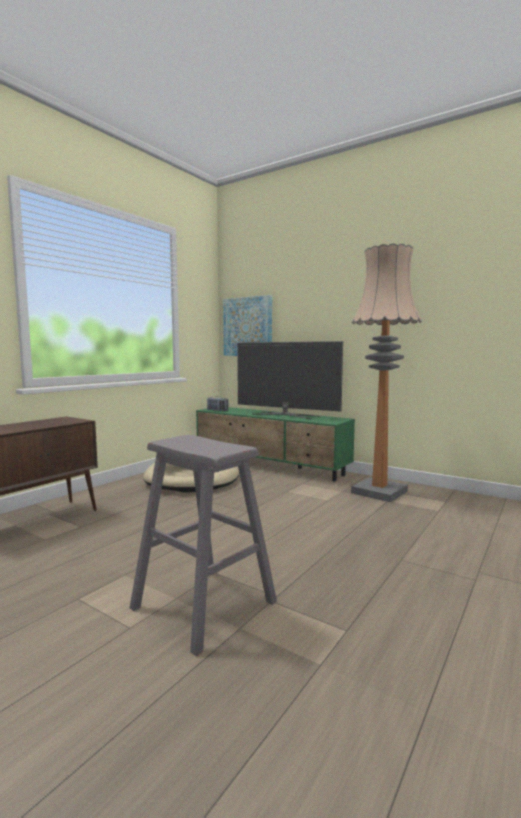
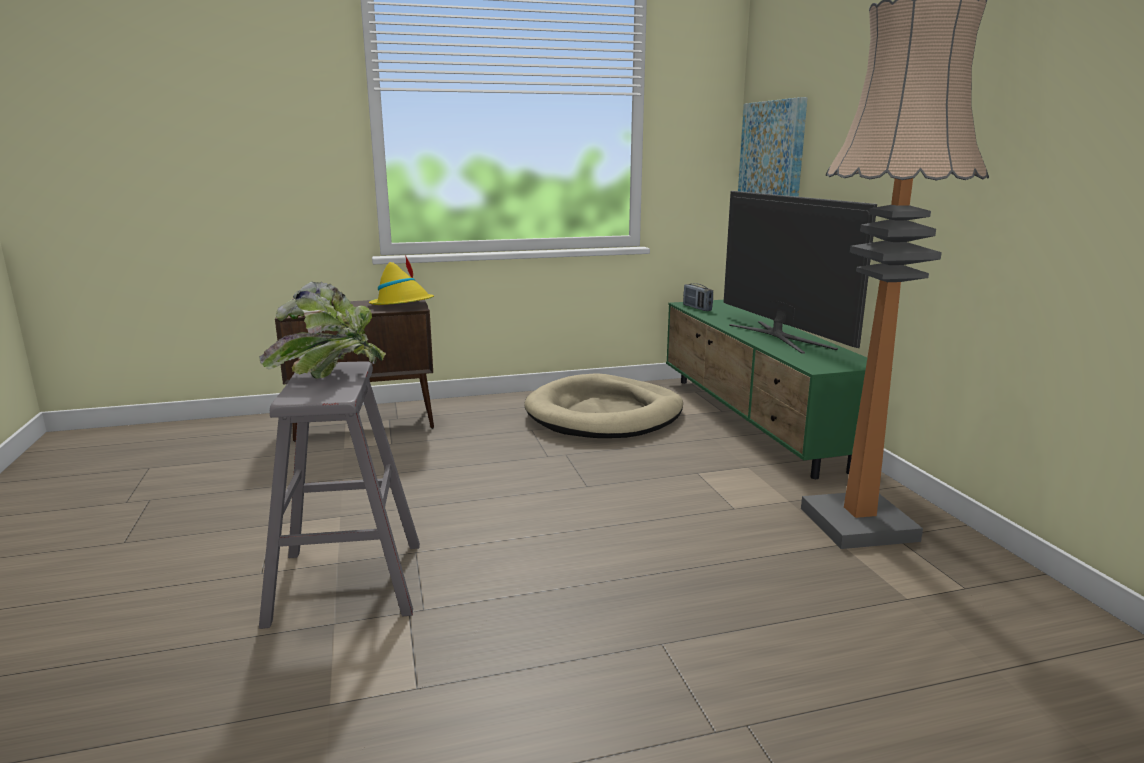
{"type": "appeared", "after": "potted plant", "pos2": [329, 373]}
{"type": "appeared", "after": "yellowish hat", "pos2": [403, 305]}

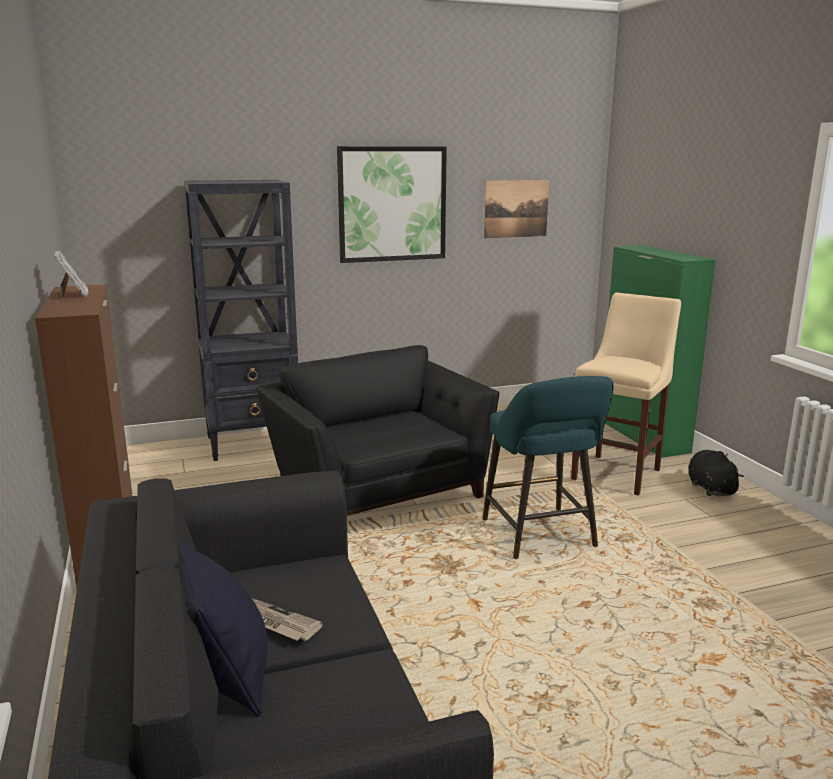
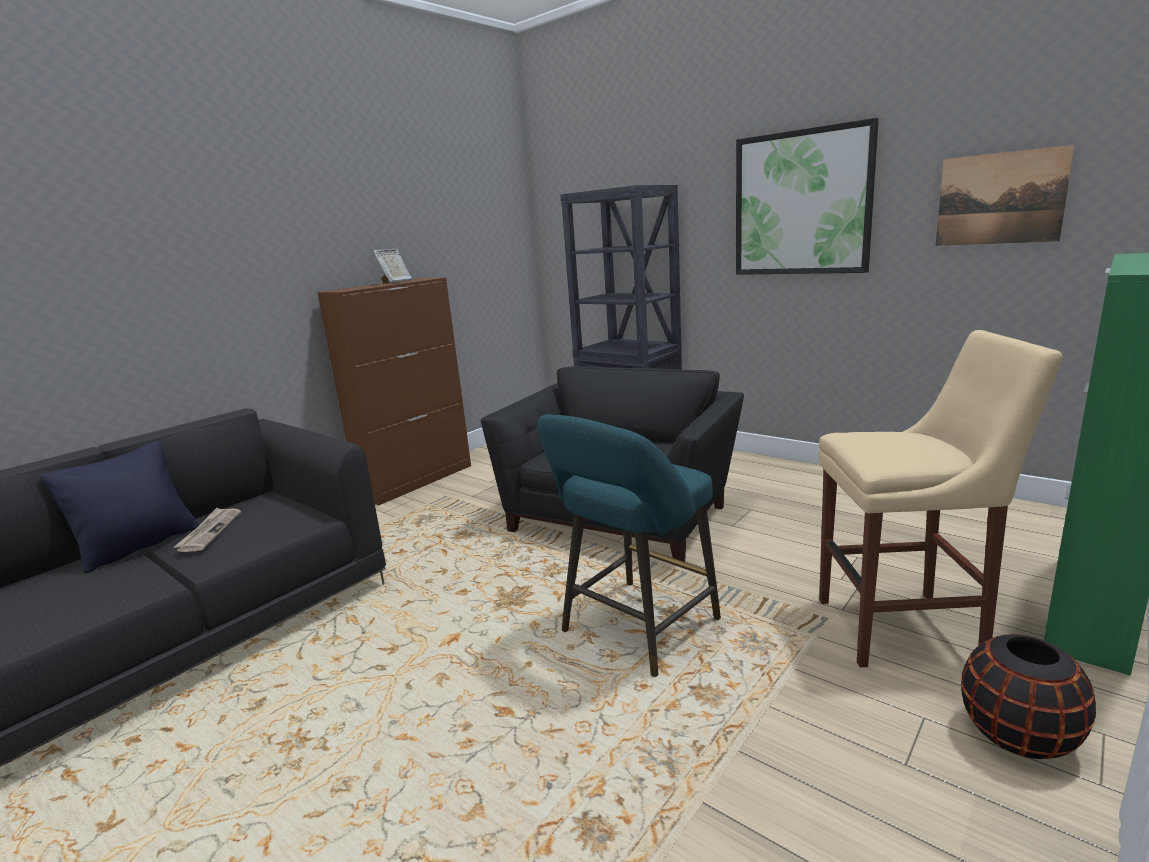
{"type": "exchanged", "before": "black soft toy", "after": "black vase", "pos1": [710, 488], "pos2": [1017, 735]}

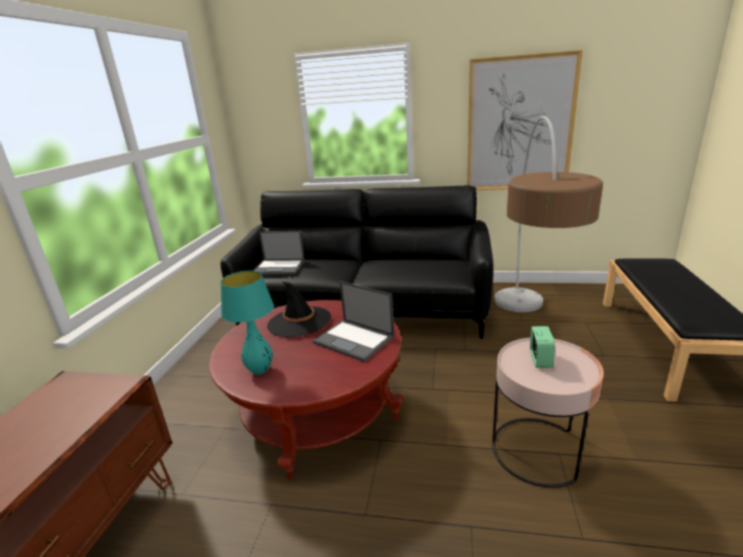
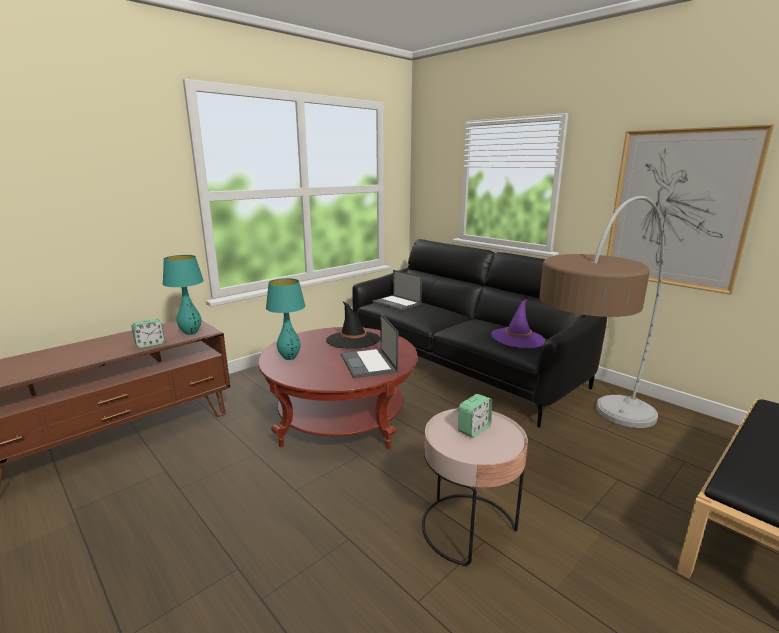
{"type": "appeared", "after": "alarm clock", "pos2": [150, 344]}
{"type": "appeared", "after": "turquoise lamp for a table", "pos2": [191, 333]}
{"type": "appeared", "after": "purple-coloured hat", "pos2": [518, 338]}

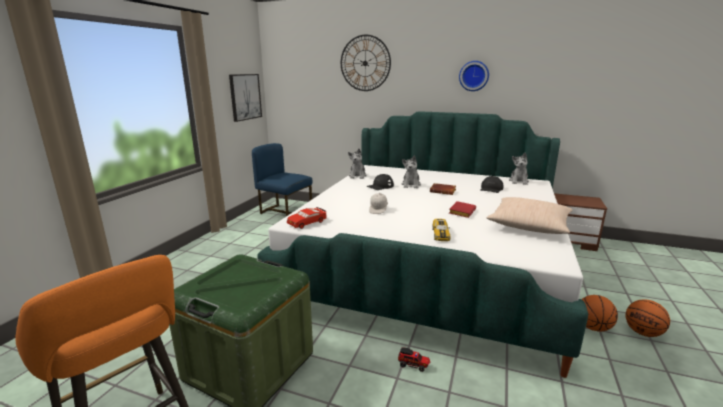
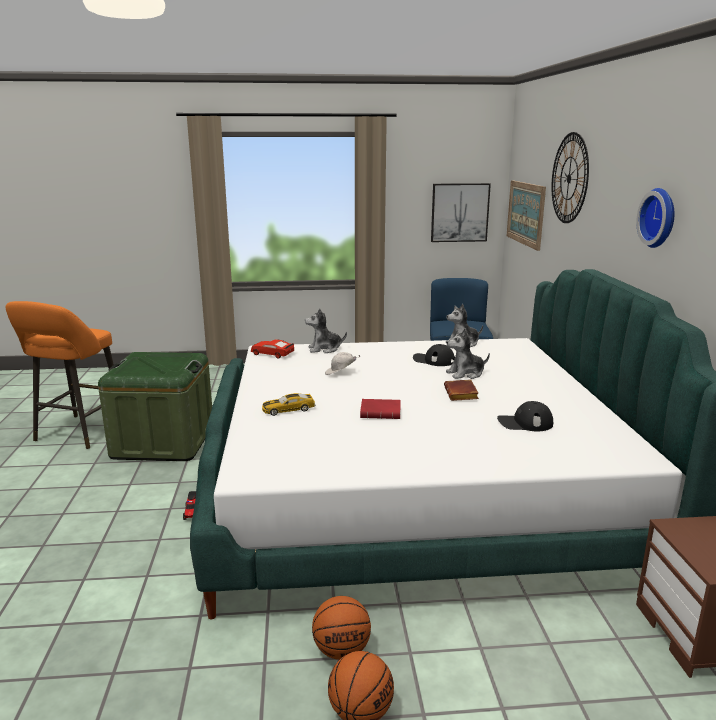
{"type": "missing", "before": "beige cushion", "pos1": [529, 225]}
{"type": "relocated", "before": "soft toy", "pos1": [518, 181], "pos2": [324, 349]}
{"type": "appeared", "after": "wall picture", "pos2": [525, 213]}

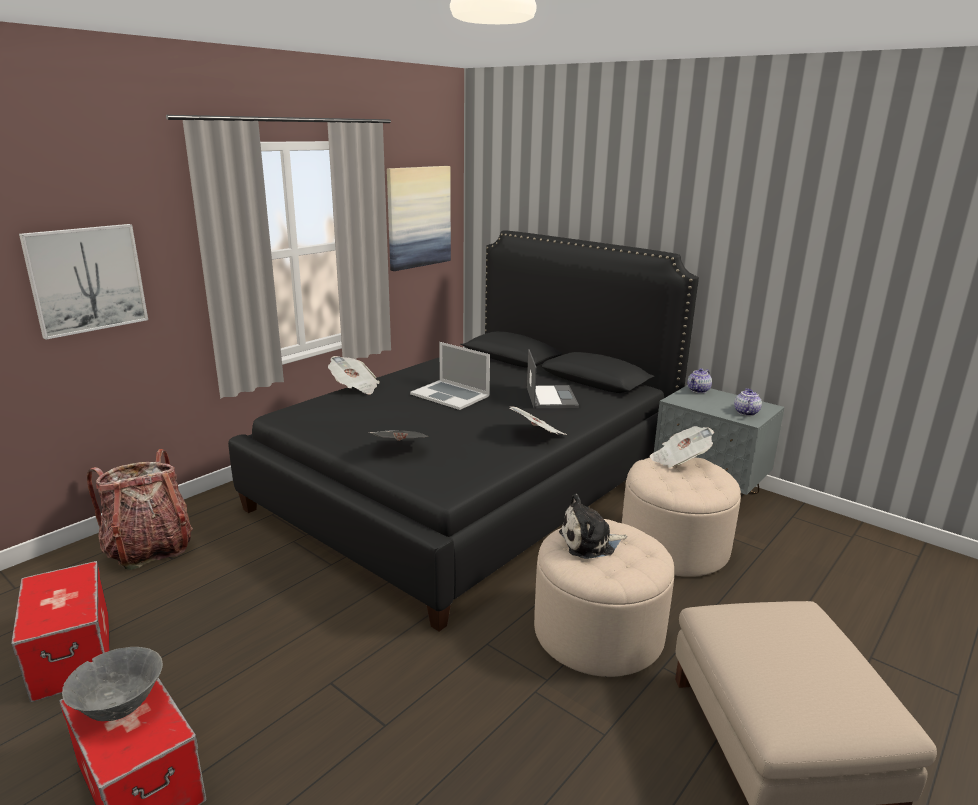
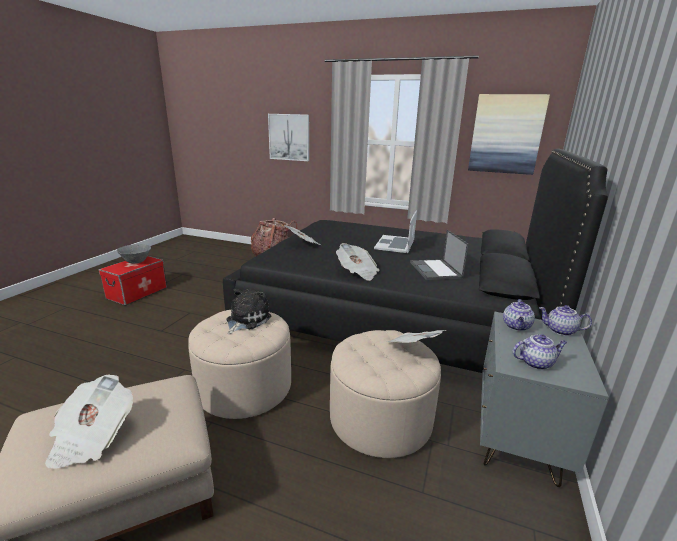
{"type": "missing", "before": "storage bin", "pos1": [71, 655]}
{"type": "relocated", "before": "newspaper", "pos1": [355, 387], "pos2": [92, 437]}
{"type": "spun", "before": "portable computer", "pos1": [551, 397], "pos2": [436, 270], "turn": 105}
{"type": "spun", "before": "soft toy", "pos1": [590, 543], "pos2": [246, 320], "turn": 60}
{"type": "appeared", "after": "pot for tea", "pos2": [516, 326]}

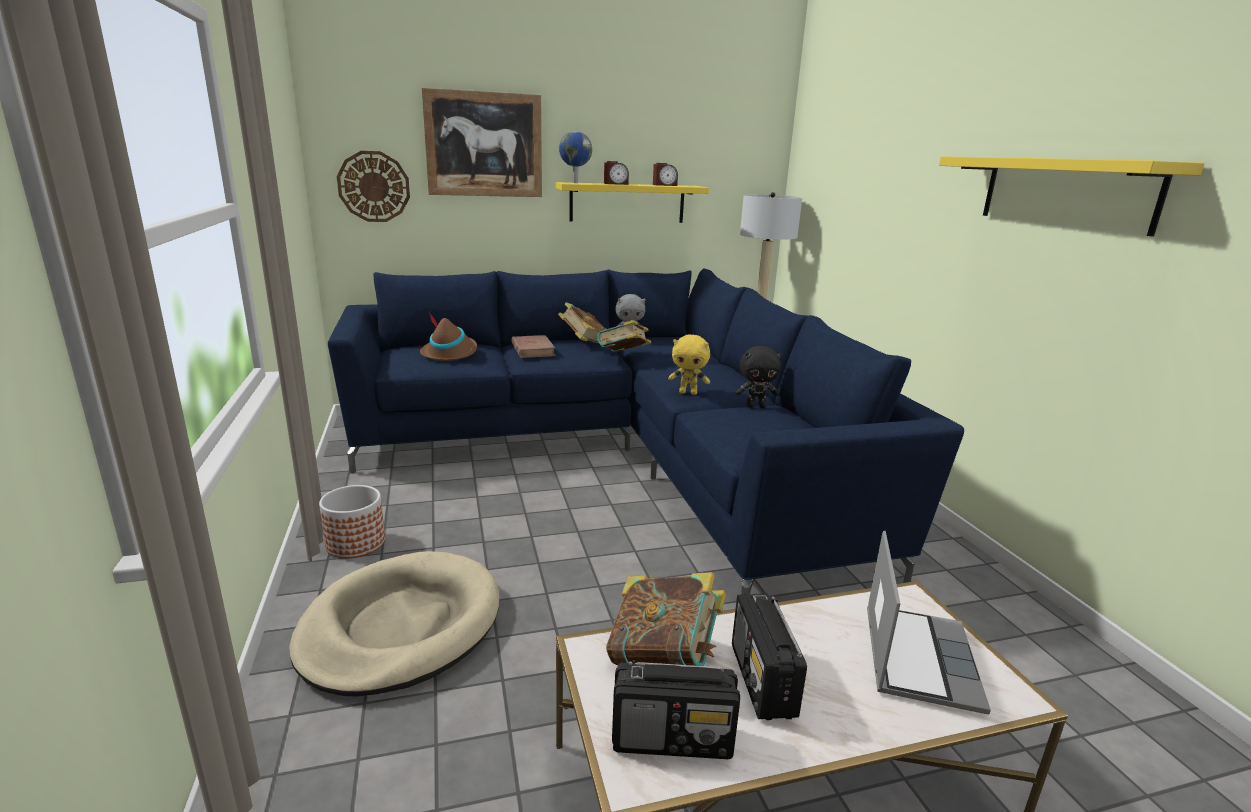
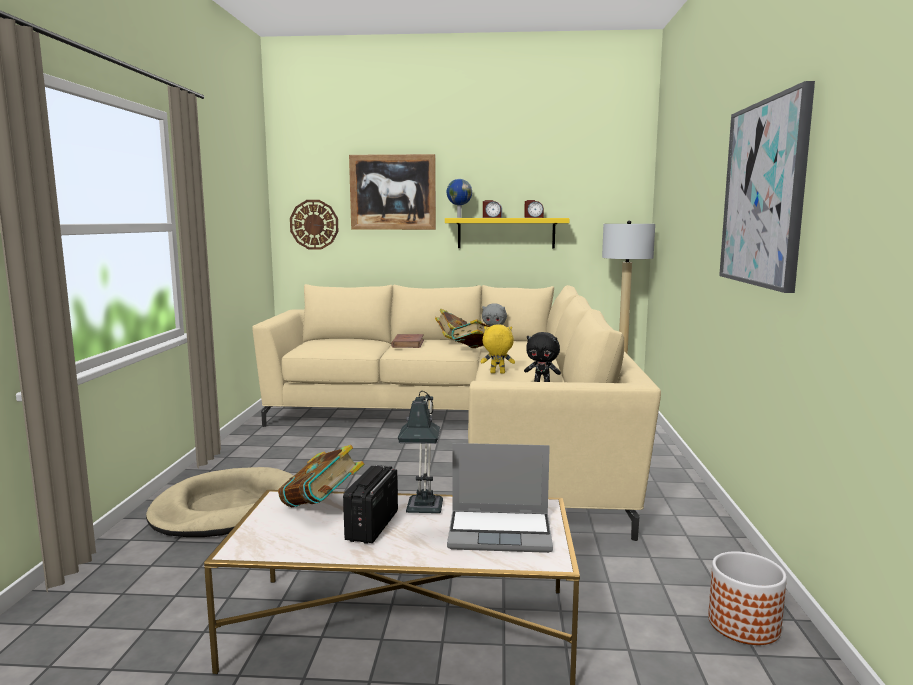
{"type": "relocated", "before": "flower pot", "pos1": [356, 543], "pos2": [743, 624]}
{"type": "colour", "before": "blue-coloured sofa", "after": "beige sofa", "pos1": [622, 456], "pos2": [469, 434]}
{"type": "missing", "before": "brown hat", "pos1": [450, 353]}
{"type": "missing", "before": "radio set", "pos1": [673, 739]}
{"type": "spun", "before": "yellowish soft toy", "pos1": [688, 393], "pos2": [497, 373], "turn": 150}
{"type": "spun", "before": "portable computer", "pos1": [917, 657], "pos2": [501, 532], "turn": 60}
{"type": "exchanged", "before": "yellowish wall shelf", "after": "wall picture", "pos1": [1065, 192], "pos2": [763, 194]}
{"type": "appeared", "after": "lamp for a table", "pos2": [423, 512]}

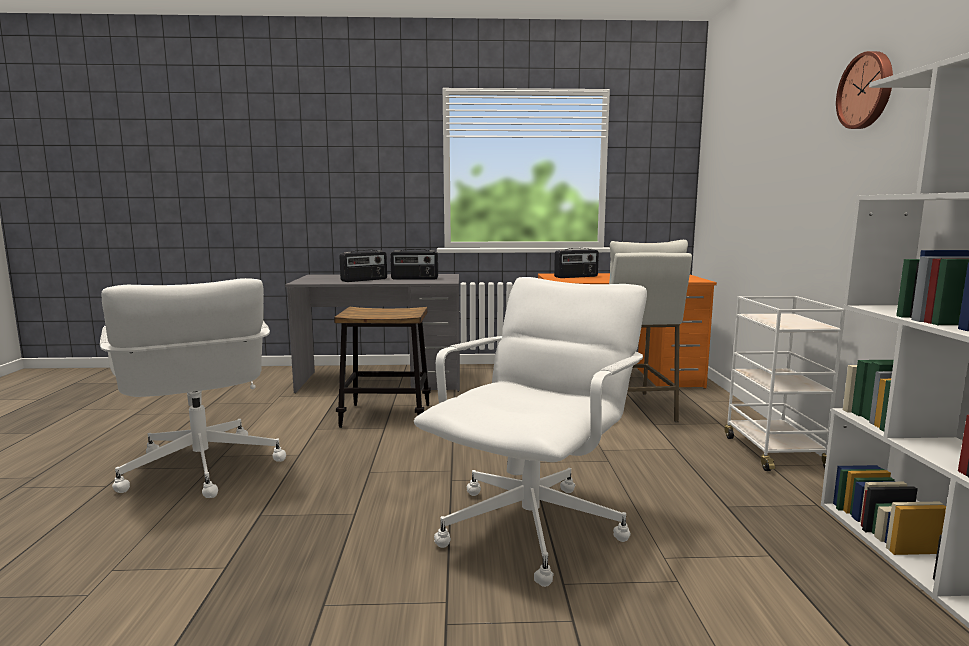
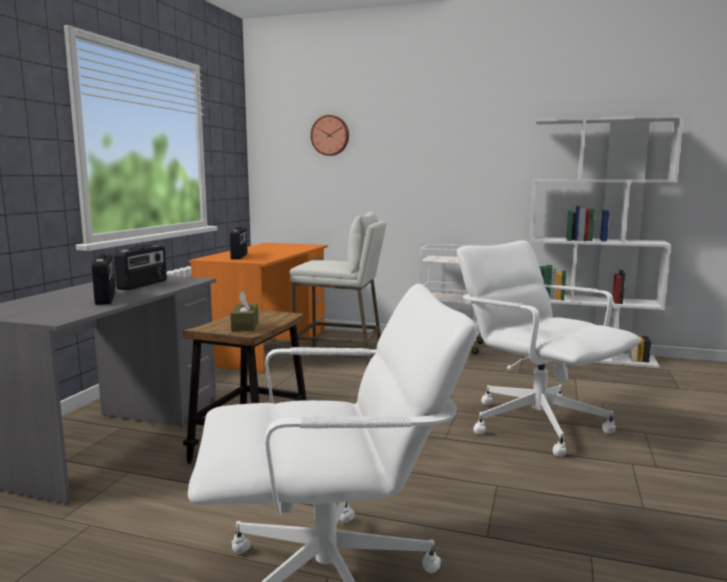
{"type": "relocated", "before": "hanging clock", "pos1": [867, 91], "pos2": [330, 135]}
{"type": "appeared", "after": "brown box of tissues", "pos2": [245, 326]}

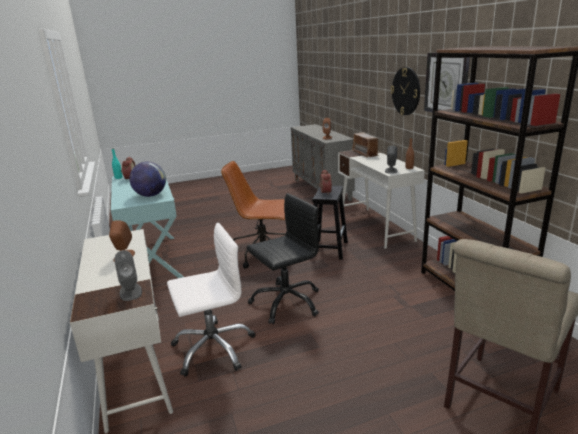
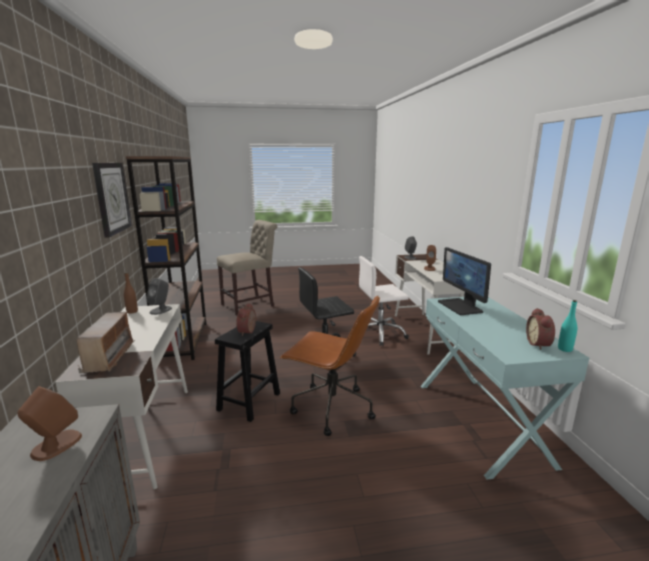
{"type": "exchanged", "before": "world globe", "after": "computer screen", "pos1": [150, 195], "pos2": [460, 306]}
{"type": "missing", "before": "hanging clock", "pos1": [406, 91]}

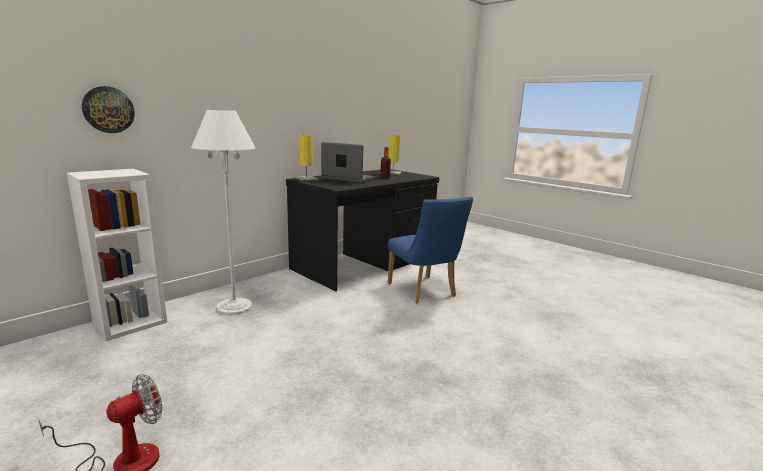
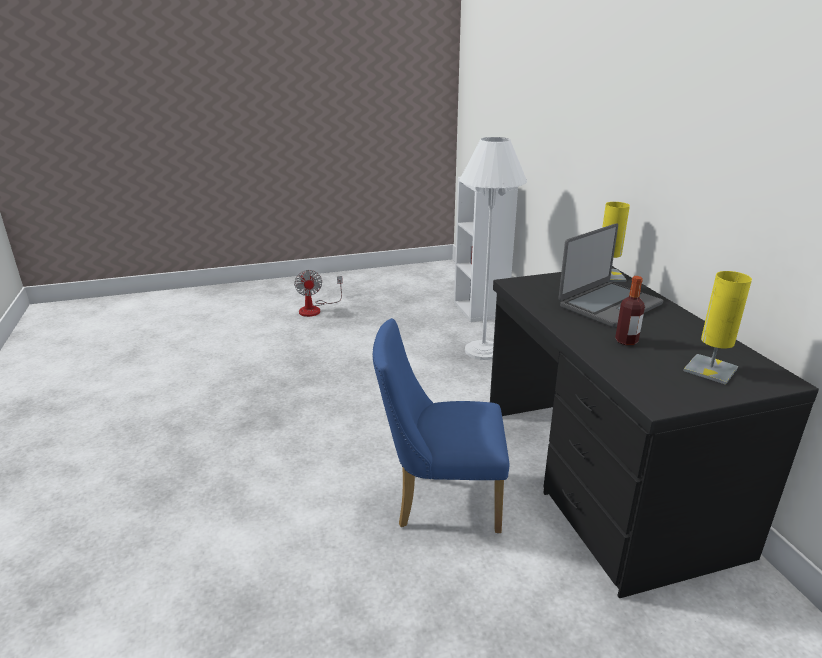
{"type": "missing", "before": "hanging clock", "pos1": [108, 110]}

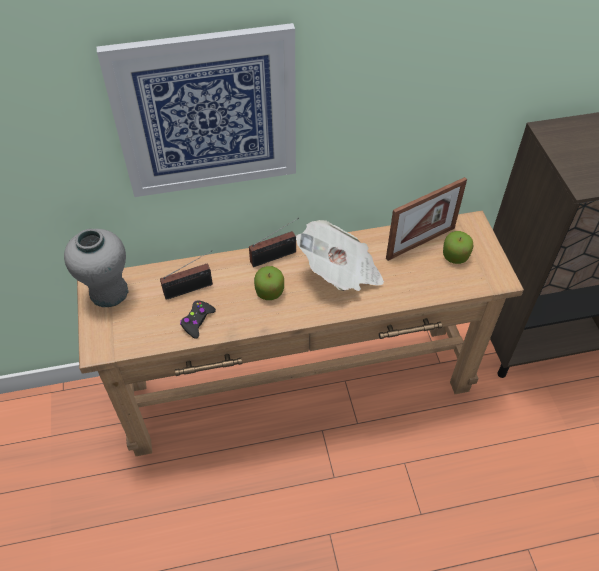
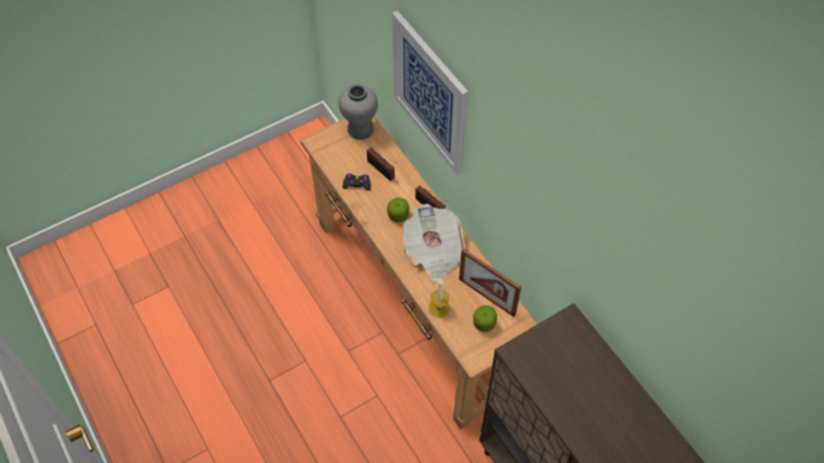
{"type": "appeared", "after": "wax light", "pos2": [439, 308]}

